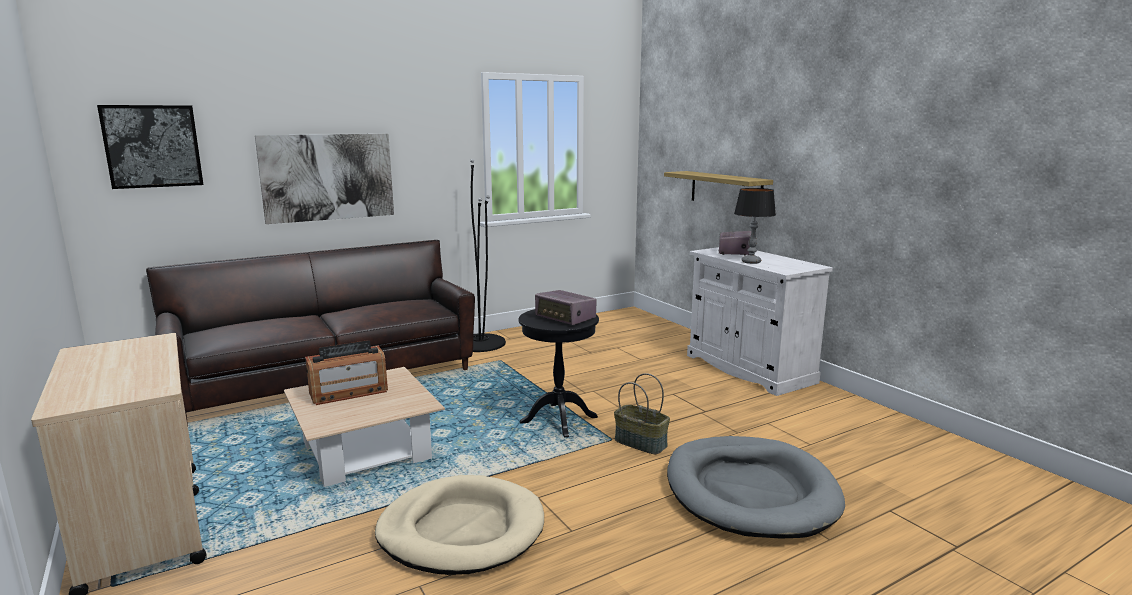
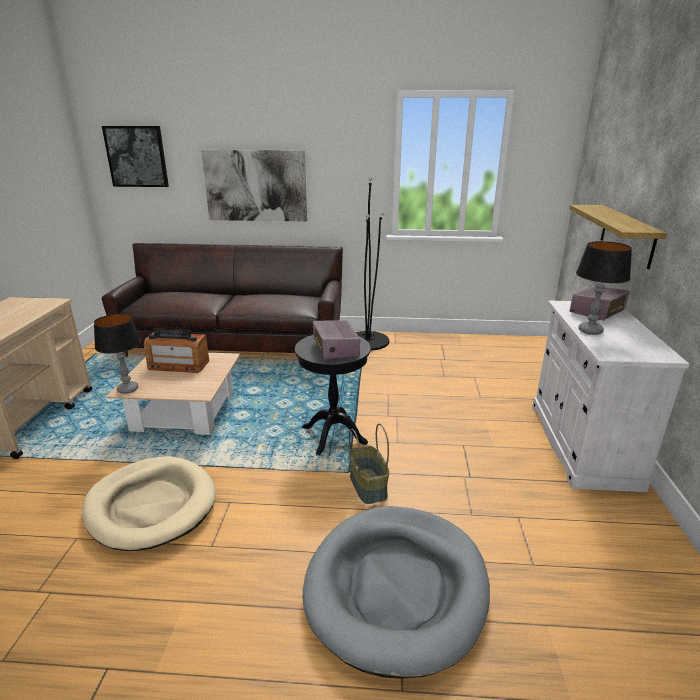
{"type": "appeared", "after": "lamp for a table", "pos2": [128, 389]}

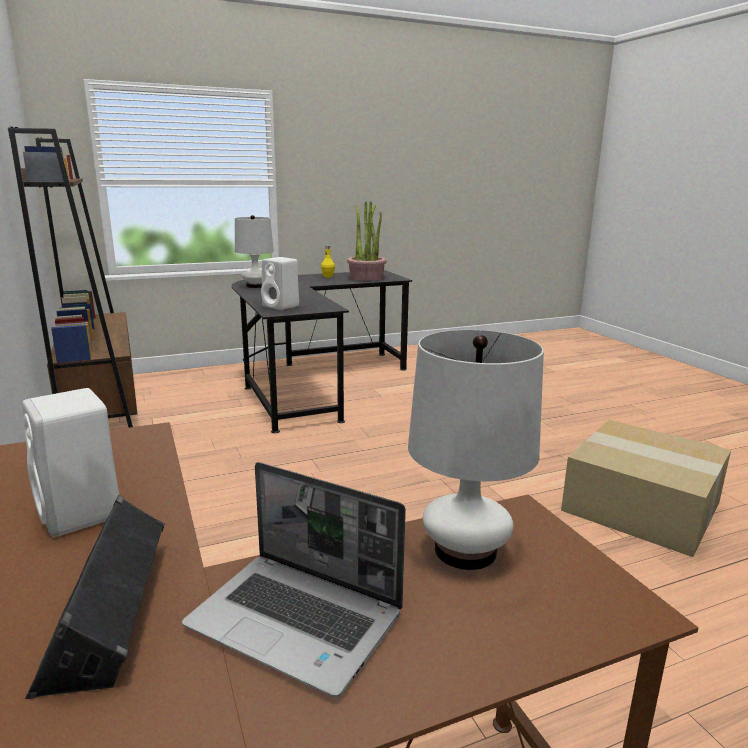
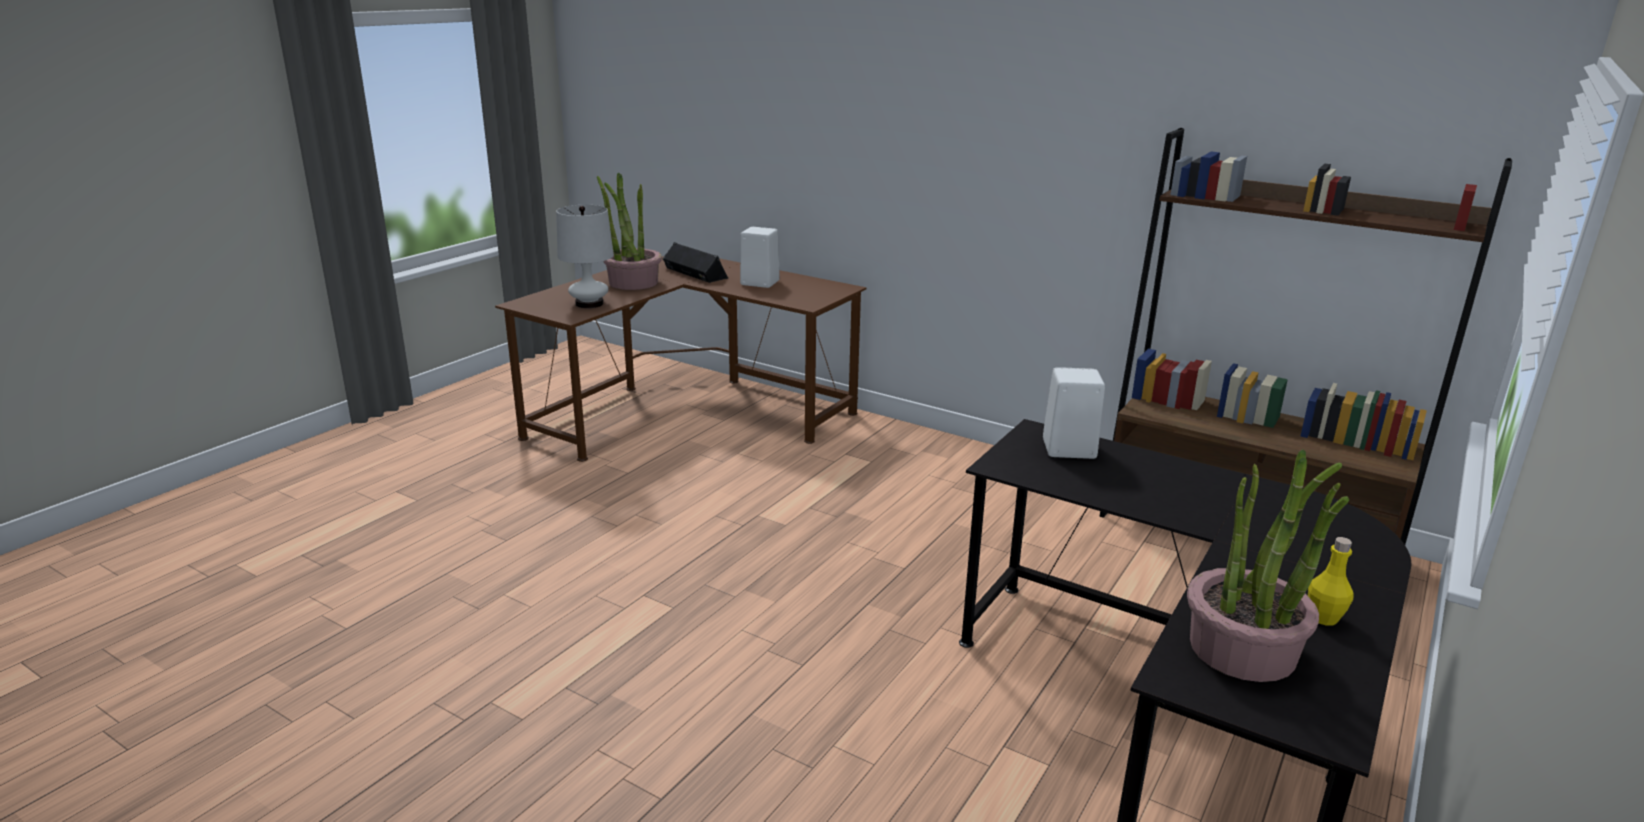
{"type": "exchanged", "before": "portable computer", "after": "potted plant", "pos1": [298, 621], "pos2": [633, 282]}
{"type": "missing", "before": "white-coloured lamp for a table", "pos1": [256, 286]}
{"type": "missing", "before": "packing box", "pos1": [644, 506]}

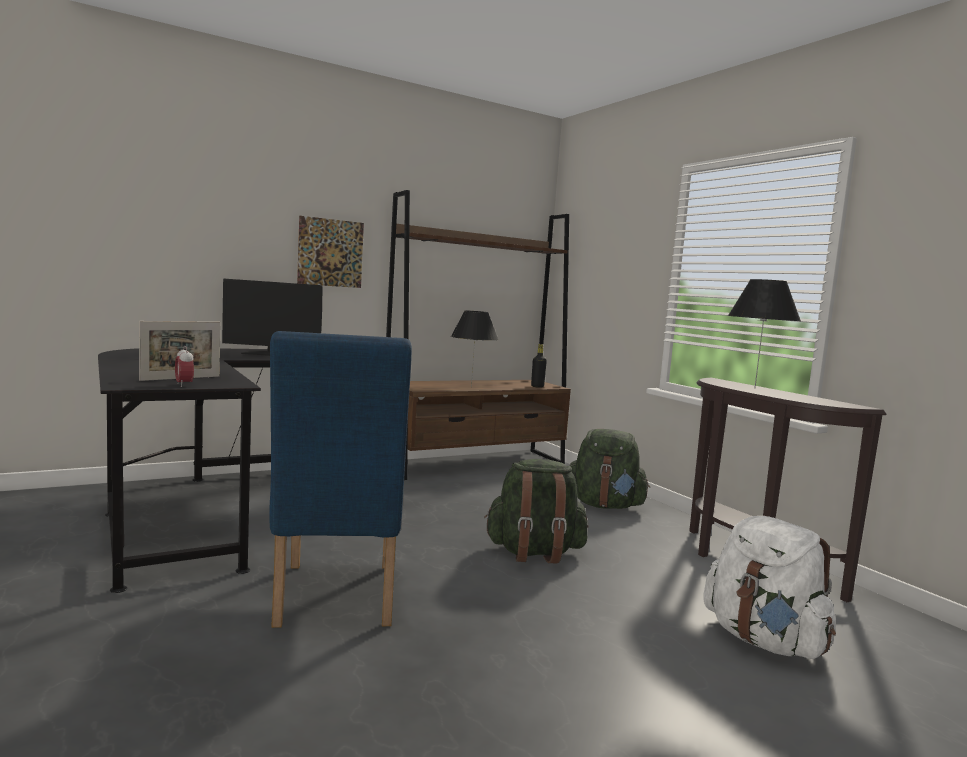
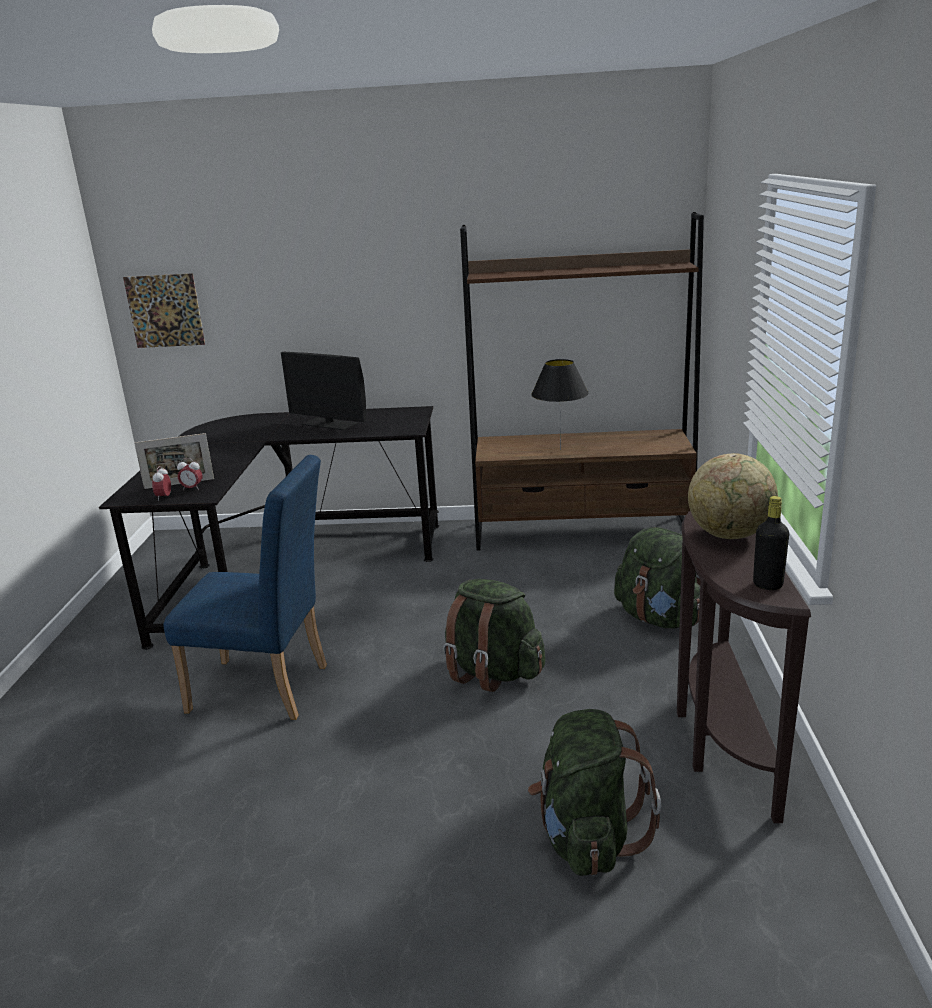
{"type": "spun", "before": "blue-coloured chair", "pos1": [334, 600], "pos2": [269, 689], "turn": -105}
{"type": "relocated", "before": "wall picture", "pos1": [330, 252], "pos2": [165, 311]}
{"type": "relocated", "before": "black beverage bottle", "pos1": [537, 386], "pos2": [767, 585]}
{"type": "colour", "before": "white-coloured knapsack", "after": "green knapsack", "pos1": [764, 641], "pos2": [588, 838]}
{"type": "exchanged", "before": "black lamp for a table", "after": "world globe", "pos1": [754, 388], "pos2": [730, 535]}
{"type": "appeared", "after": "alarm clock", "pos2": [192, 488]}

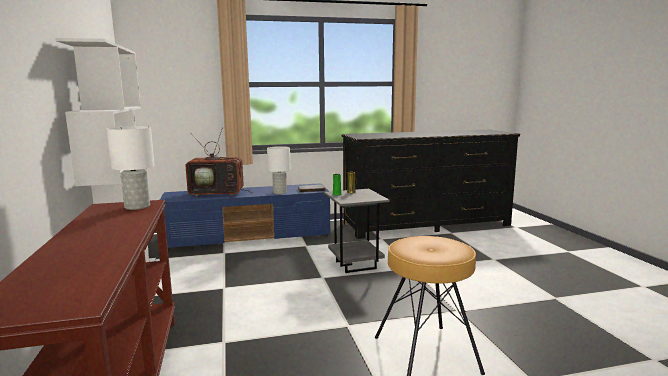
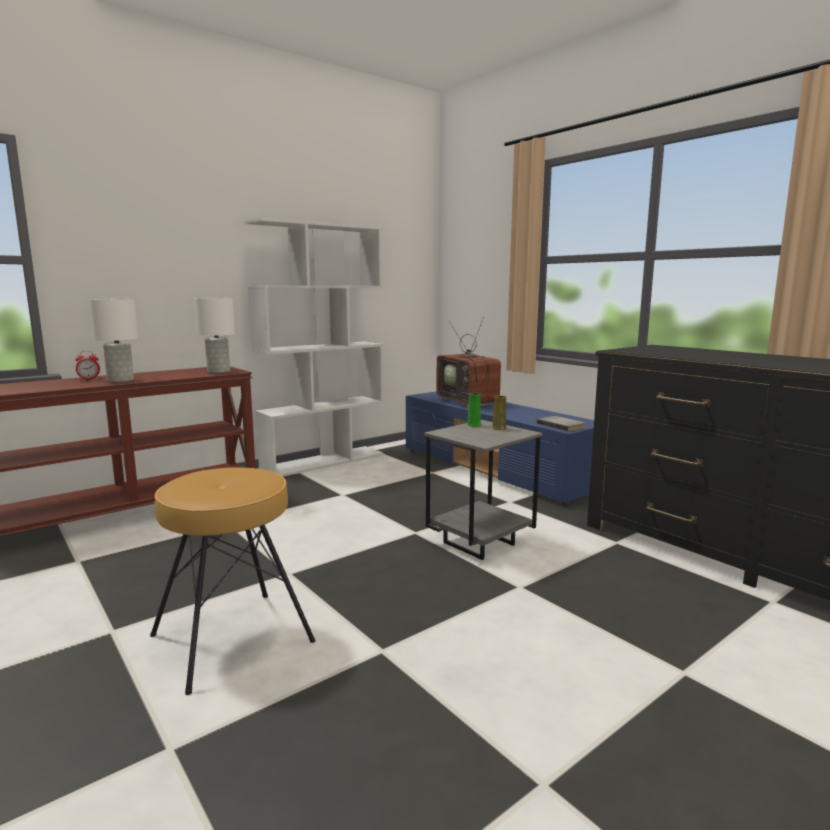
{"type": "relocated", "before": "white-coloured lamp for a table", "pos1": [280, 192], "pos2": [121, 380]}
{"type": "appeared", "after": "alarm clock", "pos2": [89, 379]}

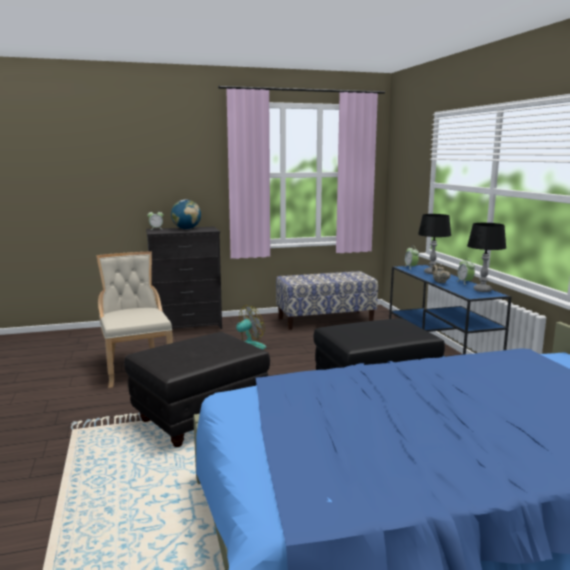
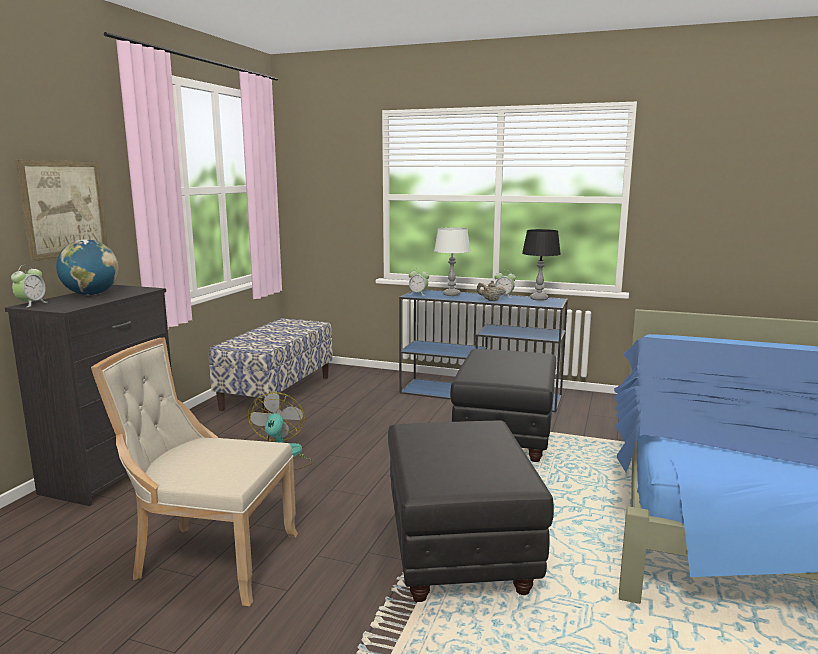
{"type": "colour", "before": "black lamp for a table", "after": "white-coloured lamp for a table", "pos1": [431, 273], "pos2": [451, 294]}
{"type": "appeared", "after": "wall picture", "pos2": [64, 208]}

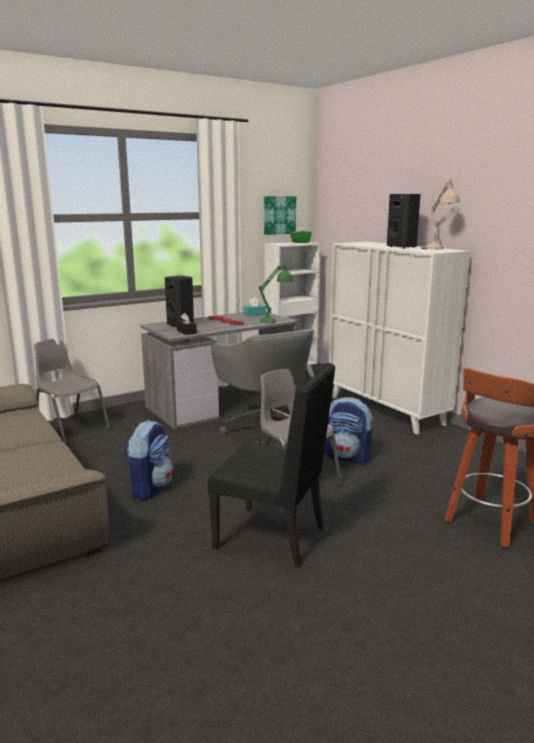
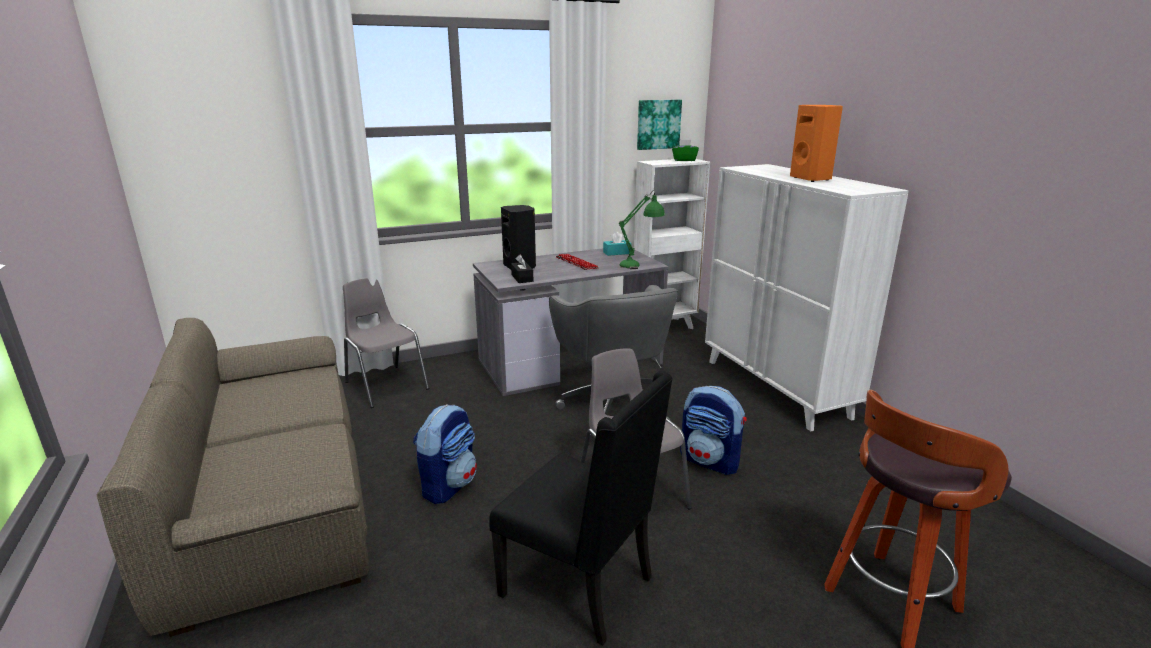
{"type": "colour", "before": "black audio speaker", "after": "orange audio speaker", "pos1": [402, 247], "pos2": [812, 179]}
{"type": "missing", "before": "beige lamp for a table", "pos1": [438, 249]}

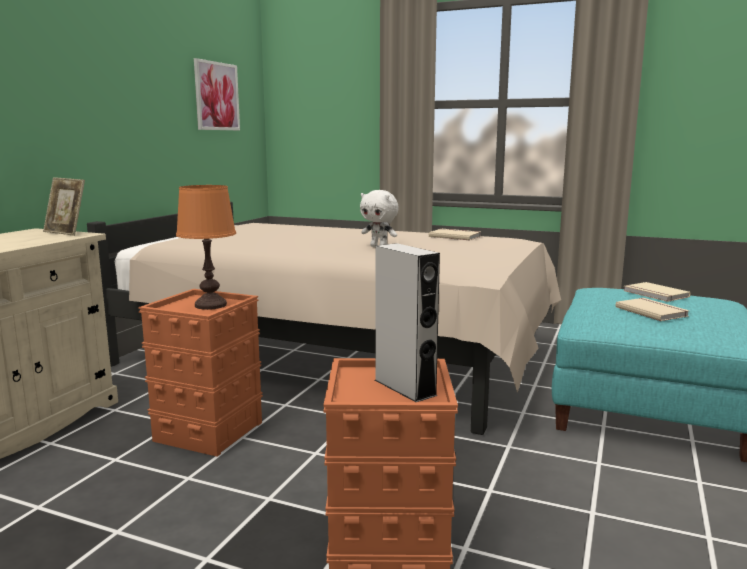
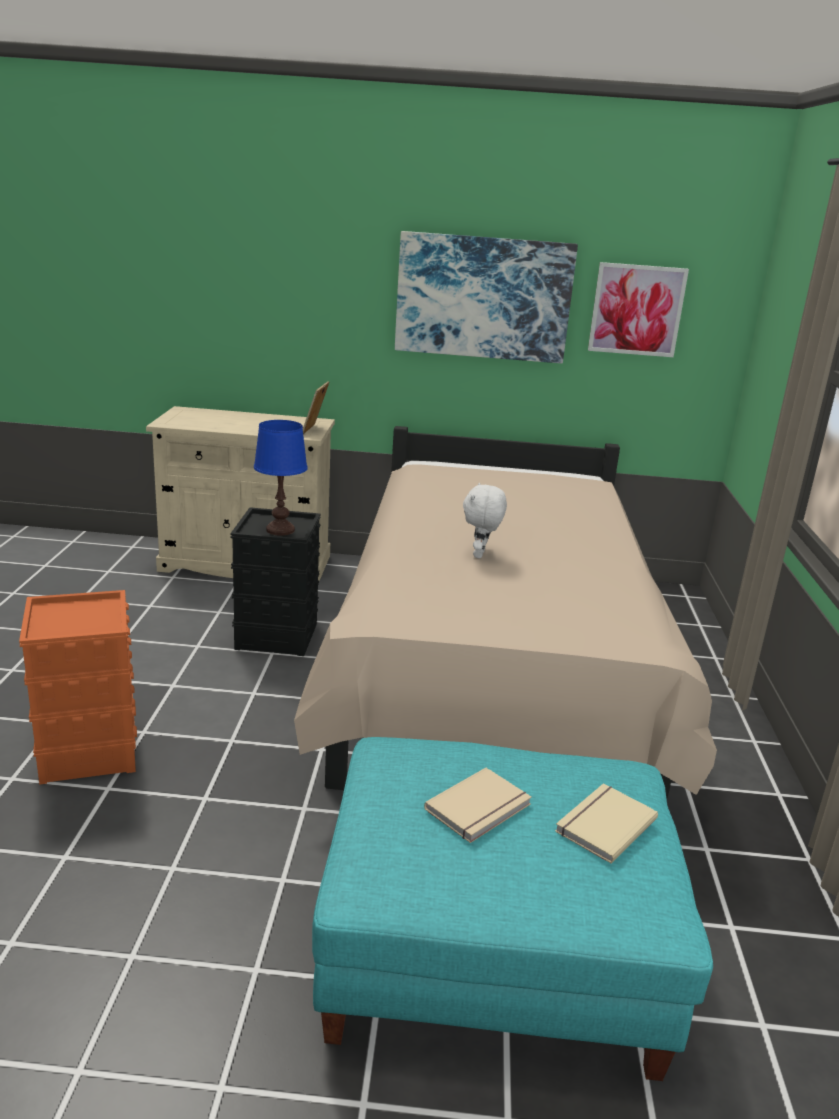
{"type": "colour", "before": "orange storage bin", "after": "black storage bin", "pos1": [208, 431], "pos2": [278, 636]}
{"type": "colour", "before": "orange lamp for a table", "after": "blue-coloured lamp for a table", "pos1": [210, 305], "pos2": [280, 530]}
{"type": "missing", "before": "gray audio speaker", "pos1": [405, 387]}
{"type": "missing", "before": "beige volume", "pos1": [455, 236]}
{"type": "appeared", "after": "wall picture", "pos2": [483, 297]}

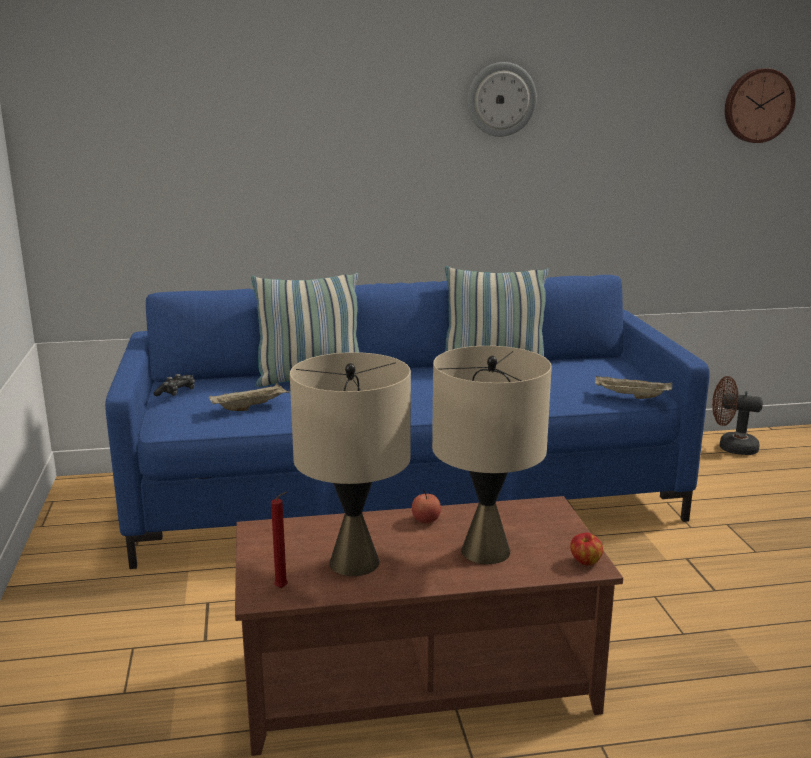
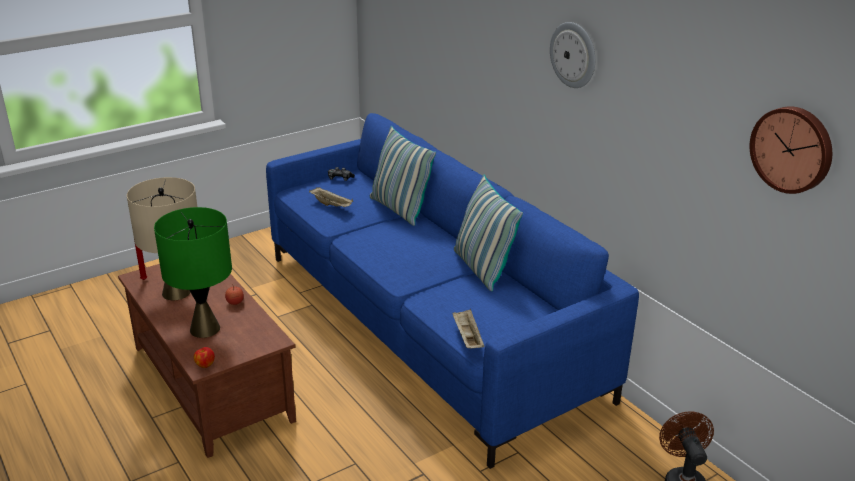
{"type": "colour", "before": "beige lamp for a table", "after": "green lamp for a table", "pos1": [485, 551], "pos2": [204, 329]}

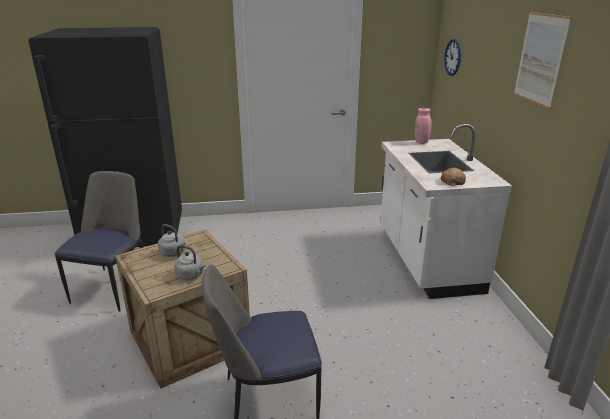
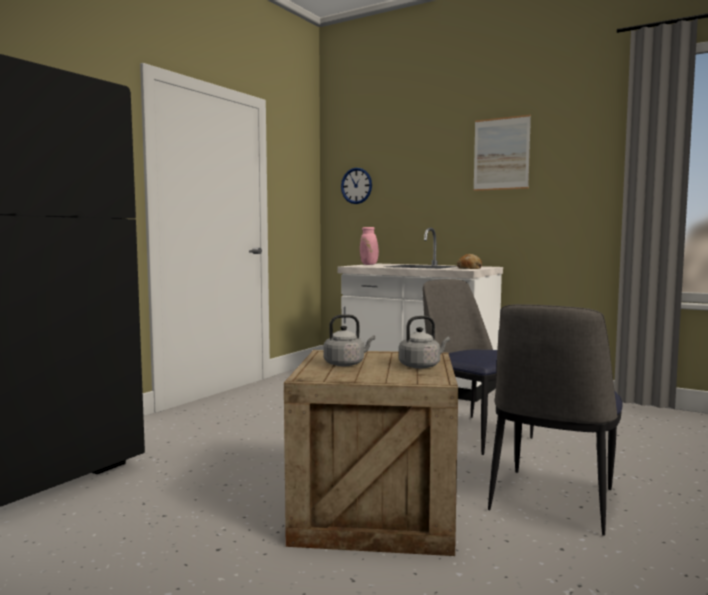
{"type": "relocated", "before": "chair", "pos1": [114, 288], "pos2": [473, 433]}

